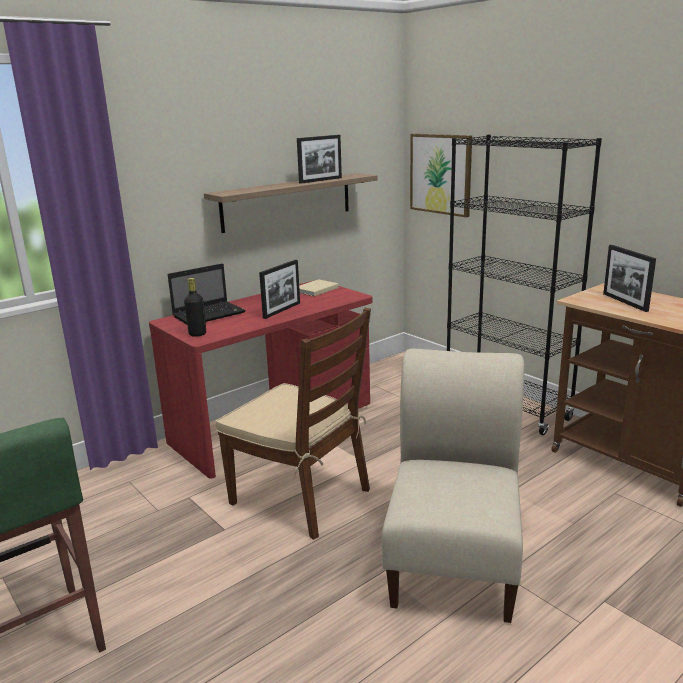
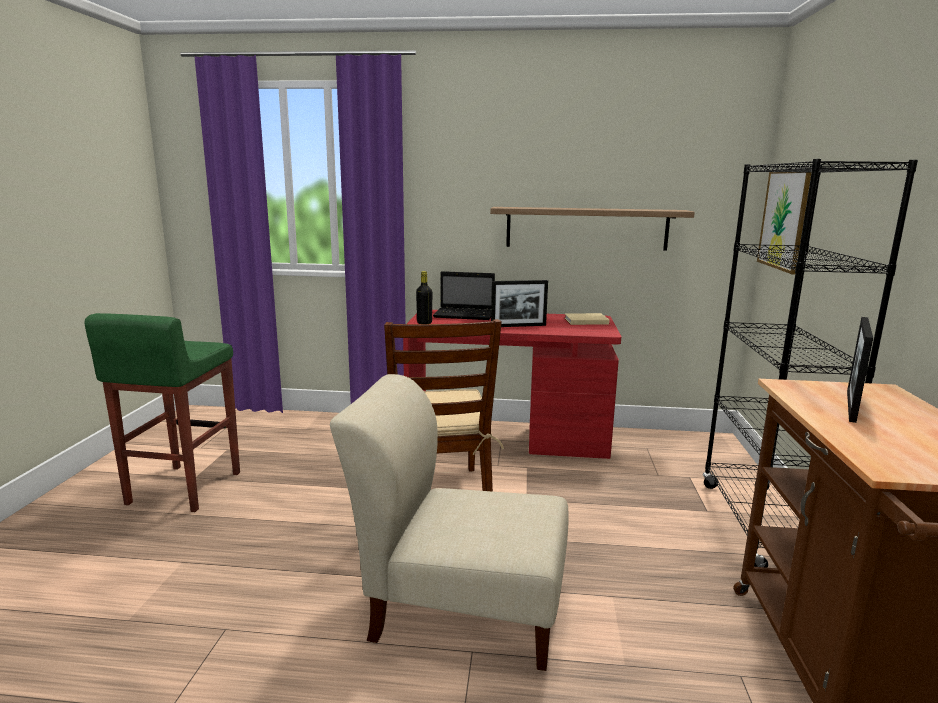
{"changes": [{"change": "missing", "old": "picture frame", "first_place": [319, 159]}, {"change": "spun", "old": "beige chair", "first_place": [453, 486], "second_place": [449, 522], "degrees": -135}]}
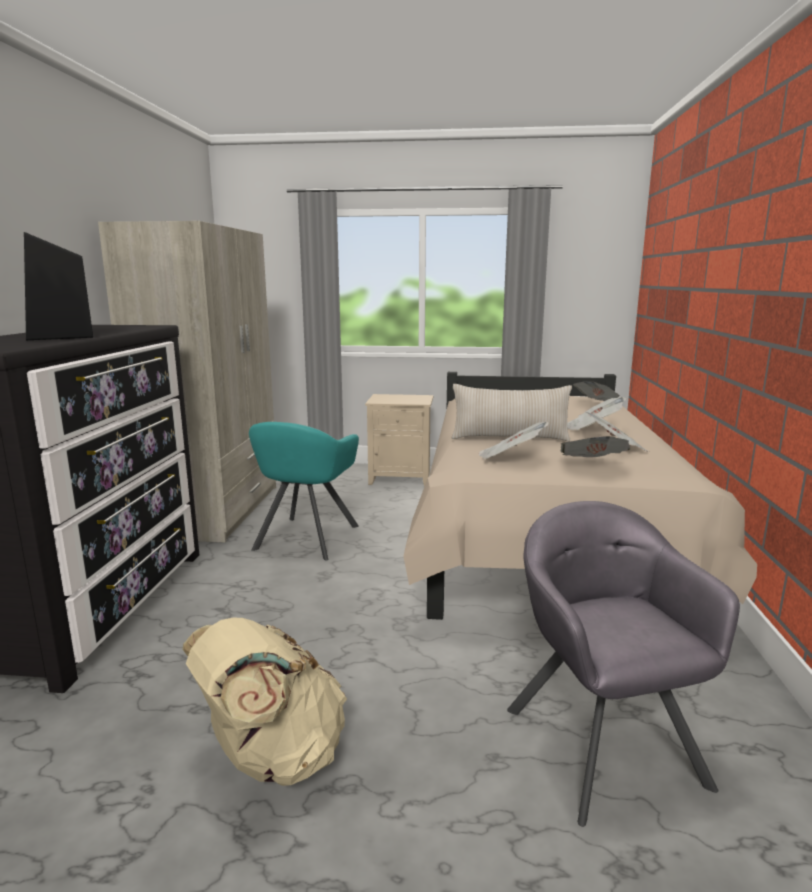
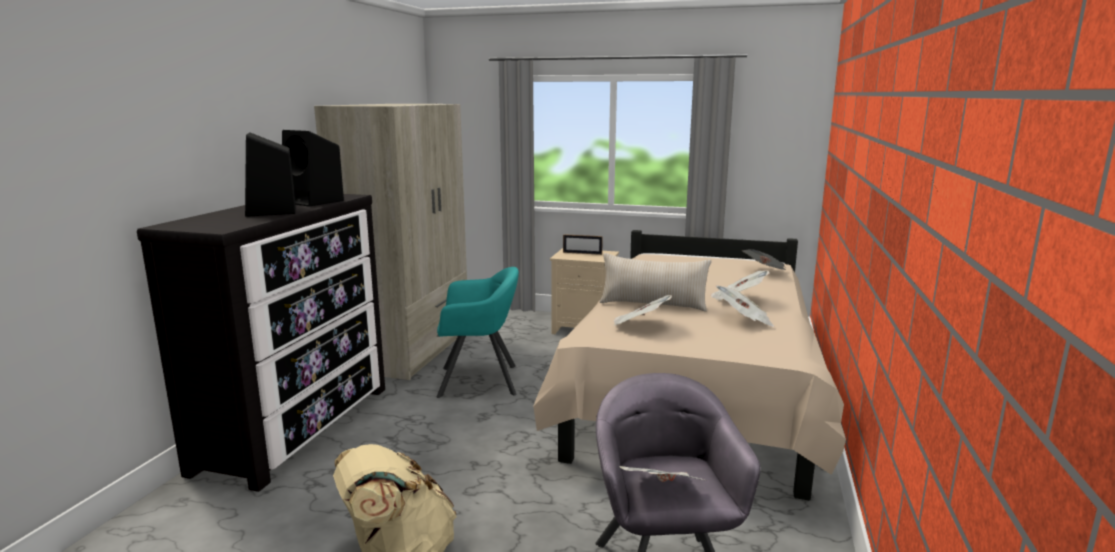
{"changes": [{"change": "appeared", "new": "black speaker", "second_place": [313, 168]}, {"change": "appeared", "new": "picture frame", "second_place": [583, 244]}, {"change": "relocated", "old": "newspaper", "first_place": [595, 446], "second_place": [663, 474]}, {"change": "spun", "old": "turquoise armchair", "first_place": [304, 491], "second_place": [477, 332], "degrees": -120}]}
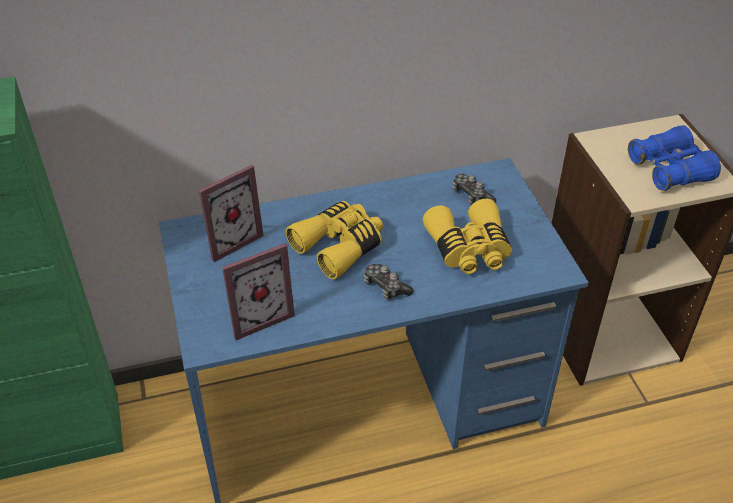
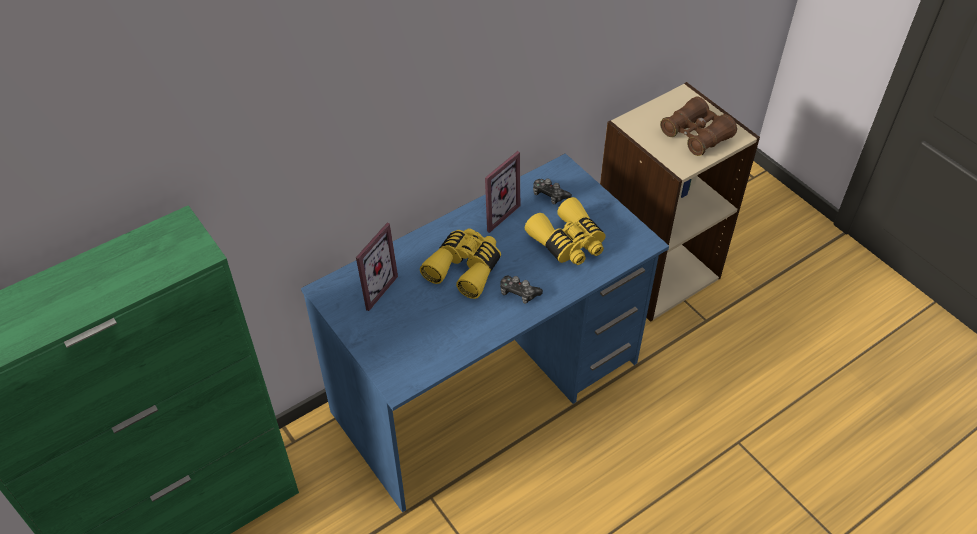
{"changes": [{"change": "relocated", "old": "picture frame", "first_place": [258, 291], "second_place": [501, 192]}, {"change": "colour", "old": "blue binoculars", "new": "brown binoculars", "first_place": [674, 158], "second_place": [698, 126]}]}
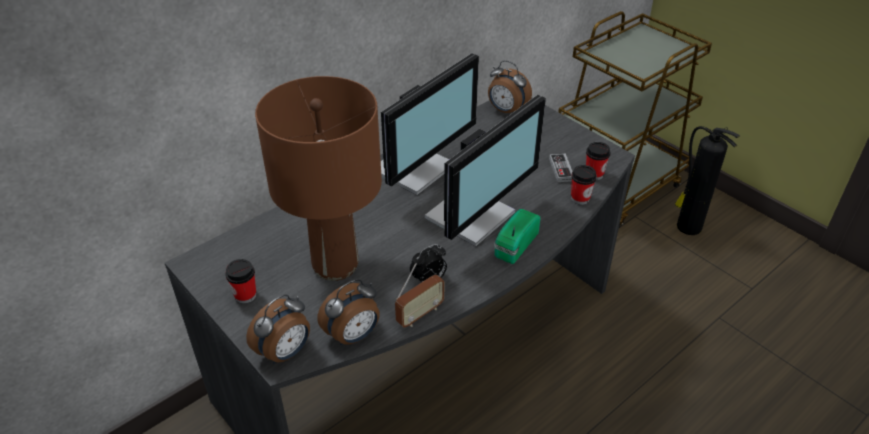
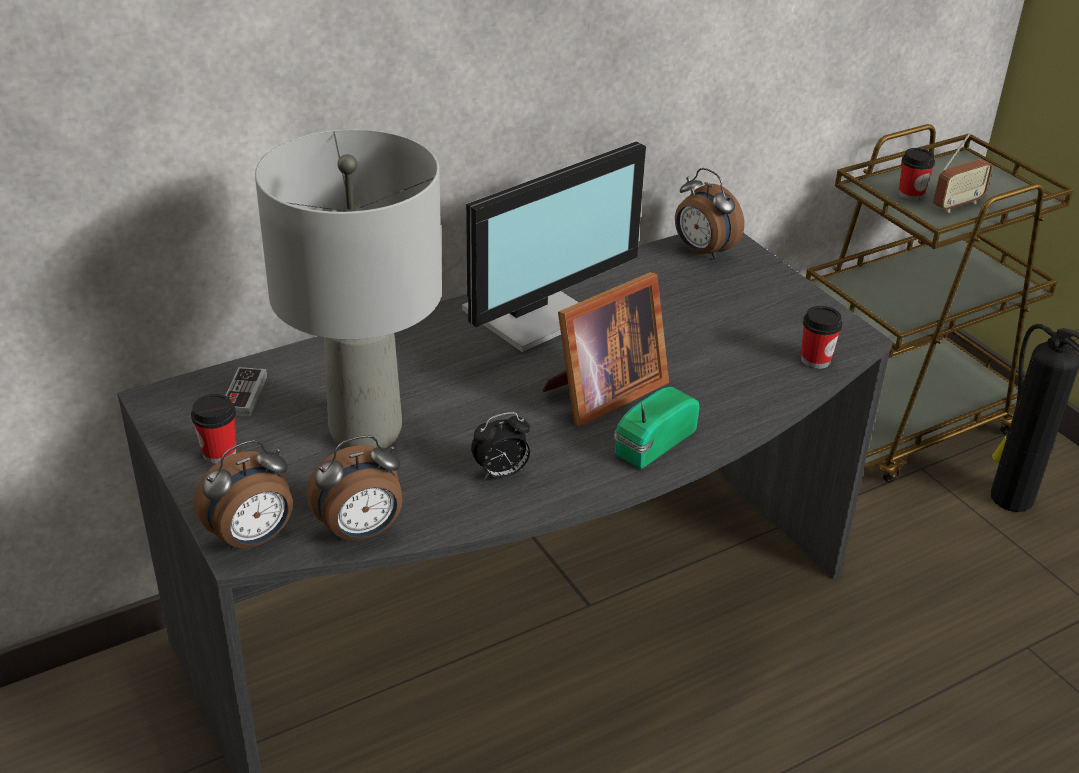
{"changes": [{"change": "relocated", "old": "radio", "first_place": [419, 295], "second_place": [963, 173]}, {"change": "relocated", "old": "game controller", "first_place": [561, 167], "second_place": [246, 391]}, {"change": "relocated", "old": "cup", "first_place": [584, 185], "second_place": [917, 174]}, {"change": "exchanged", "old": "monitor", "new": "picture frame", "first_place": [485, 170], "second_place": [606, 349]}, {"change": "colour", "old": "brown table lamp", "new": "grey table lamp", "first_place": [318, 178], "second_place": [348, 289]}]}
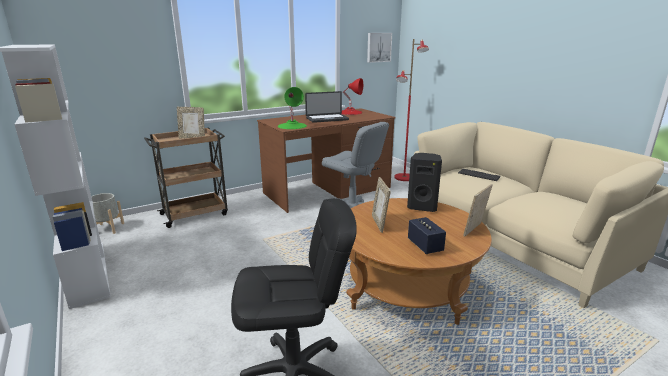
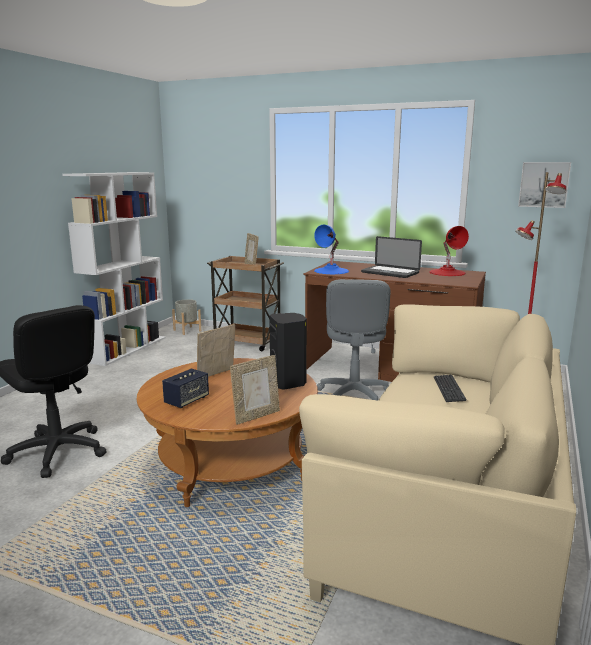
{"changes": [{"change": "colour", "old": "green table lamp", "new": "blue table lamp", "first_place": [292, 108], "second_place": [331, 249]}, {"change": "spun", "old": "picture frame", "first_place": [478, 210], "second_place": [255, 390], "degrees": 135}]}
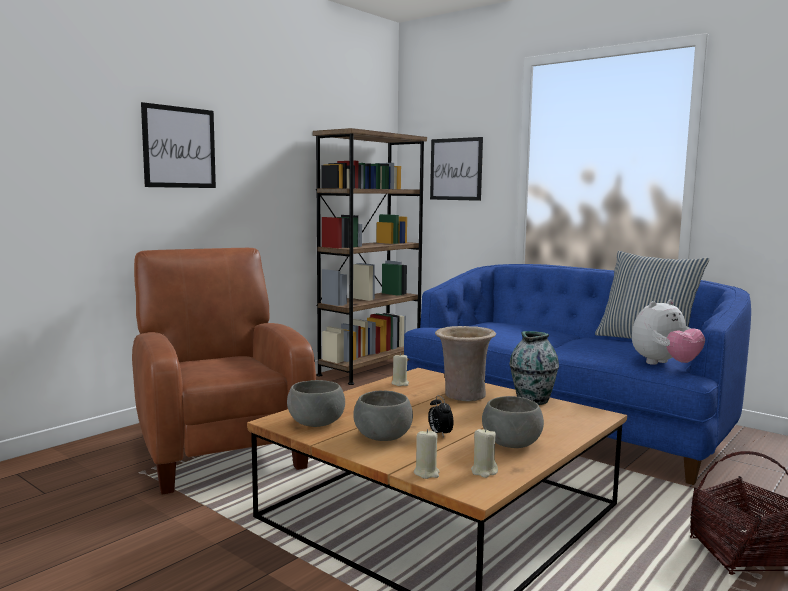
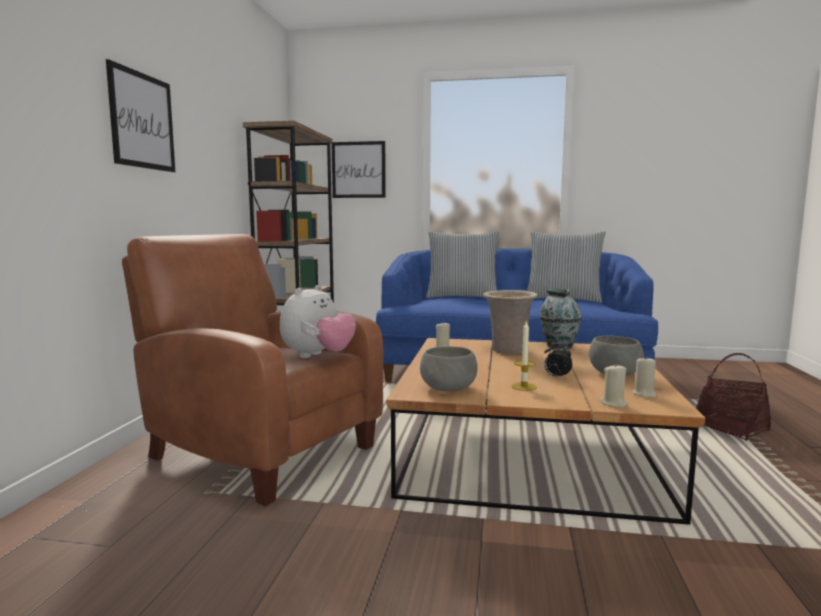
{"changes": [{"change": "appeared", "new": "pillow", "second_place": [462, 264]}, {"change": "relocated", "old": "plush toy", "first_place": [668, 332], "second_place": [318, 321]}, {"change": "exchanged", "old": "grey bowl", "new": "candle", "first_place": [383, 415], "second_place": [524, 355]}]}
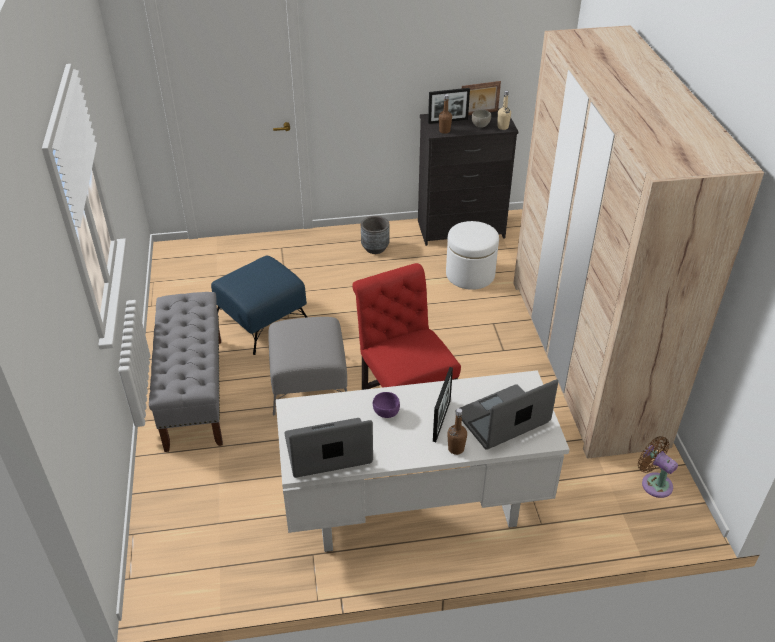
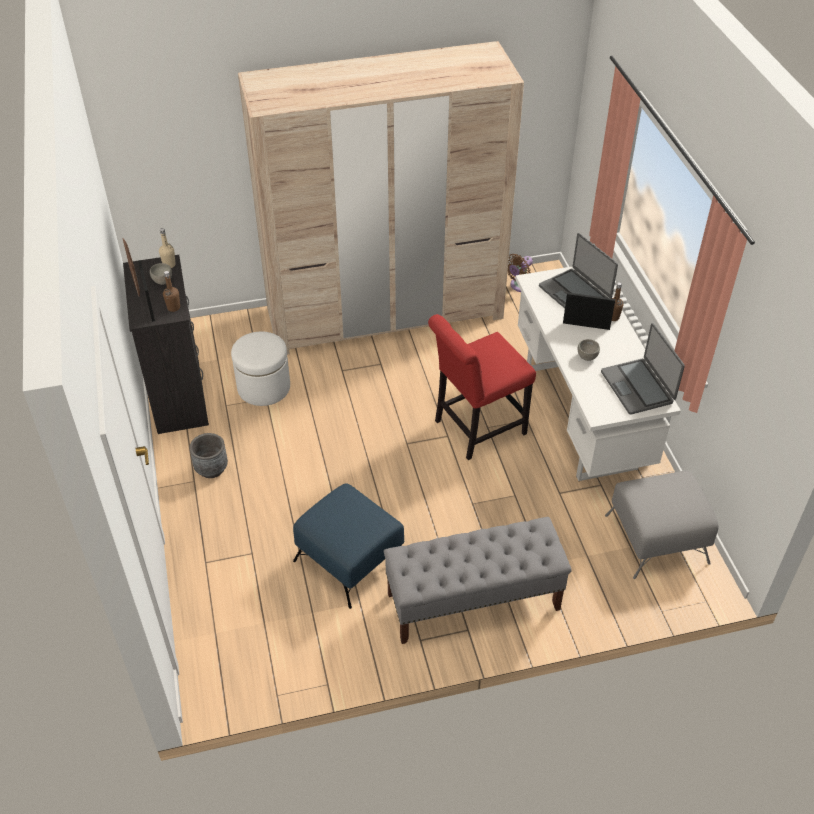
{"changes": [{"change": "relocated", "old": "grey ottoman", "first_place": [307, 366], "second_place": [662, 524]}, {"change": "colour", "old": "purple bowl", "new": "grey bowl", "first_place": [386, 405], "second_place": [588, 350]}]}
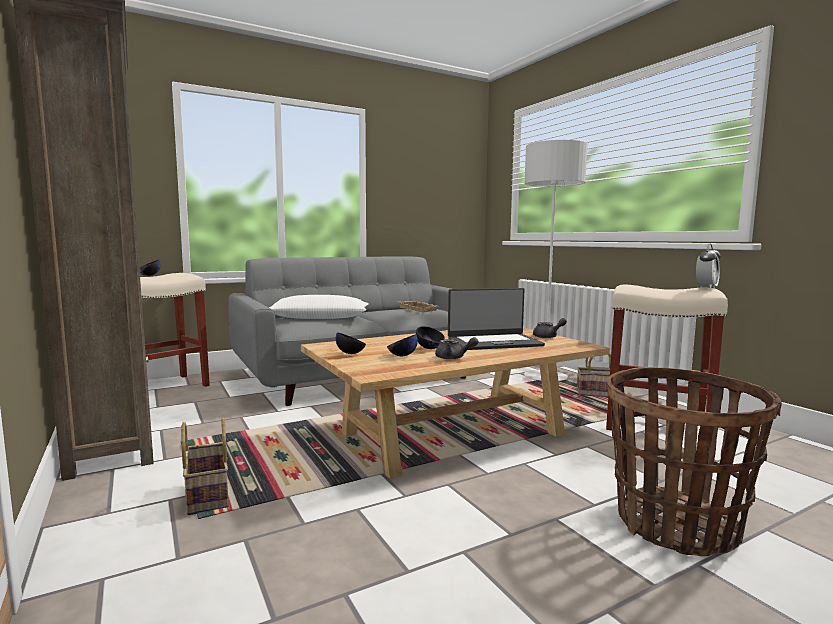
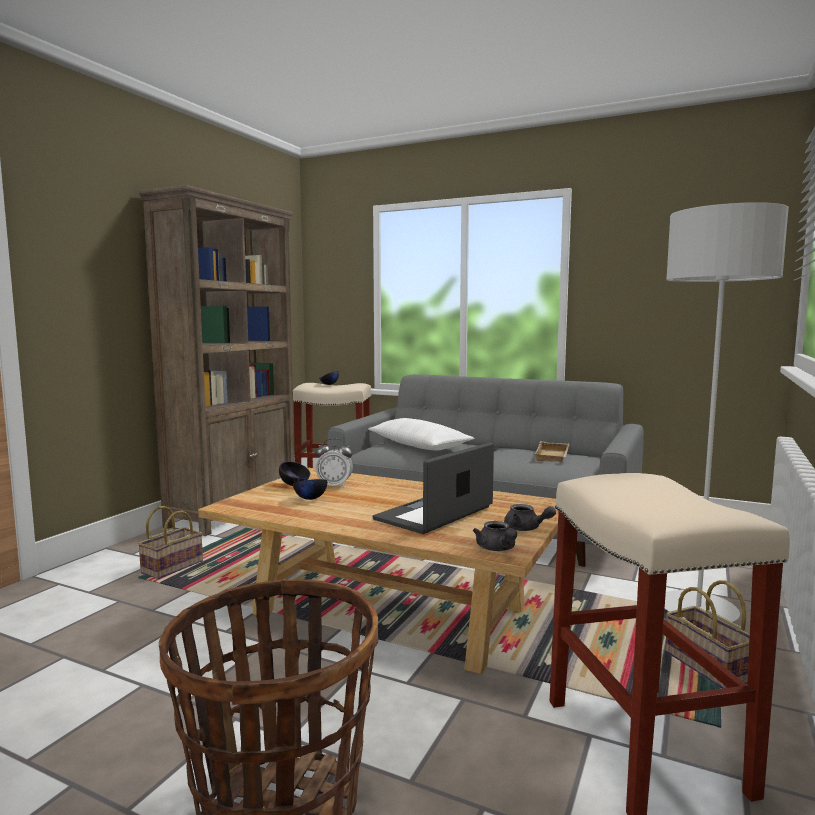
{"changes": [{"change": "missing", "old": "black bowl", "first_place": [430, 337]}, {"change": "relocated", "old": "grey teapot", "first_place": [457, 348], "second_place": [495, 536]}, {"change": "relocated", "old": "alarm clock", "first_place": [708, 267], "second_place": [334, 463]}, {"change": "spun", "old": "laptop", "first_place": [496, 319], "second_place": [433, 488], "degrees": 90}]}
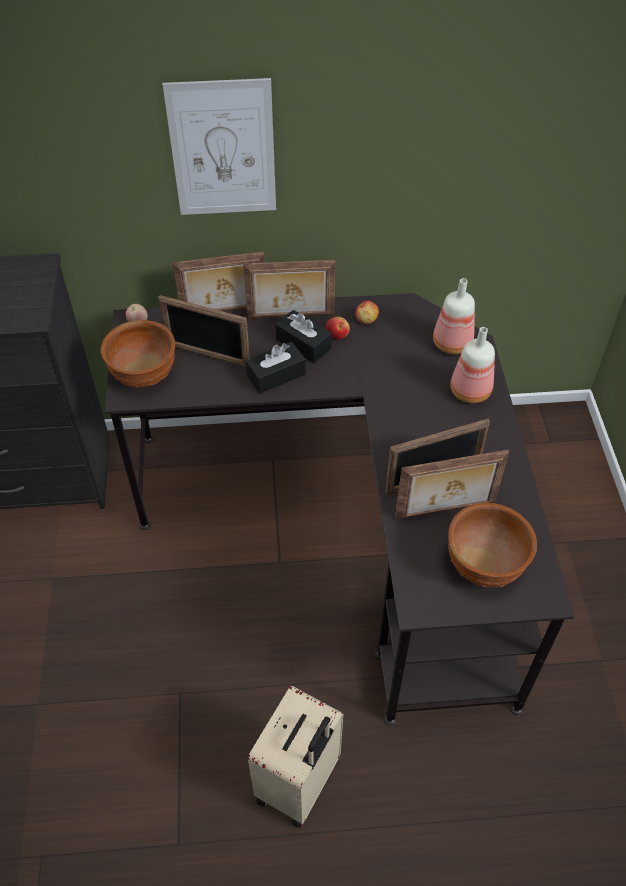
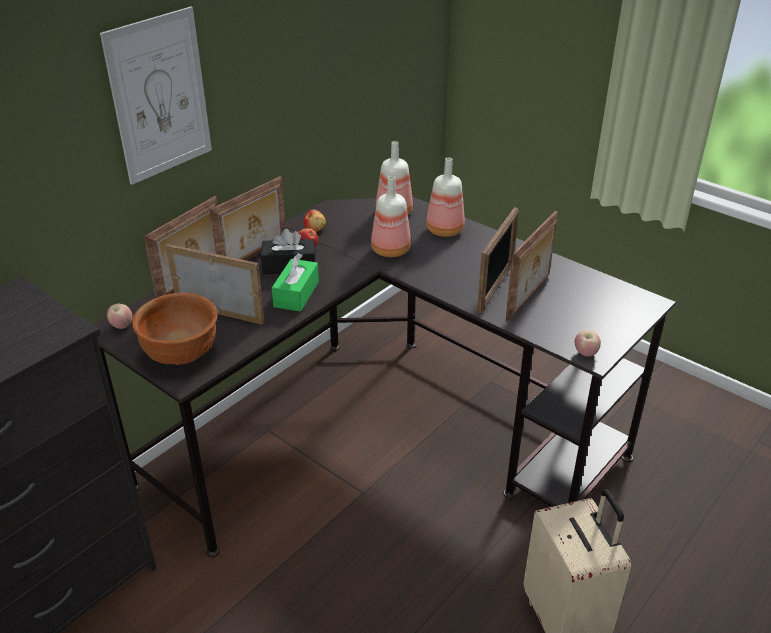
{"changes": [{"change": "missing", "old": "brown bowl", "first_place": [492, 545]}, {"change": "appeared", "new": "bottle", "second_place": [391, 216]}, {"change": "appeared", "new": "apple", "second_place": [588, 343]}, {"change": "colour", "old": "black tissue box", "new": "green tissue box", "first_place": [276, 368], "second_place": [295, 282]}, {"change": "spun", "old": "picture frame", "first_place": [204, 331], "second_place": [215, 284], "degrees": -135}]}
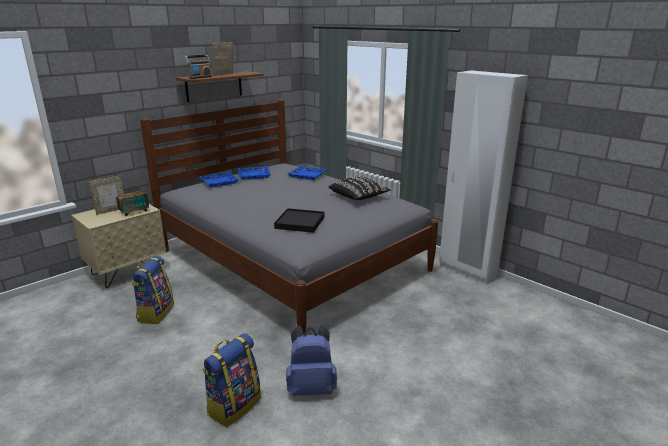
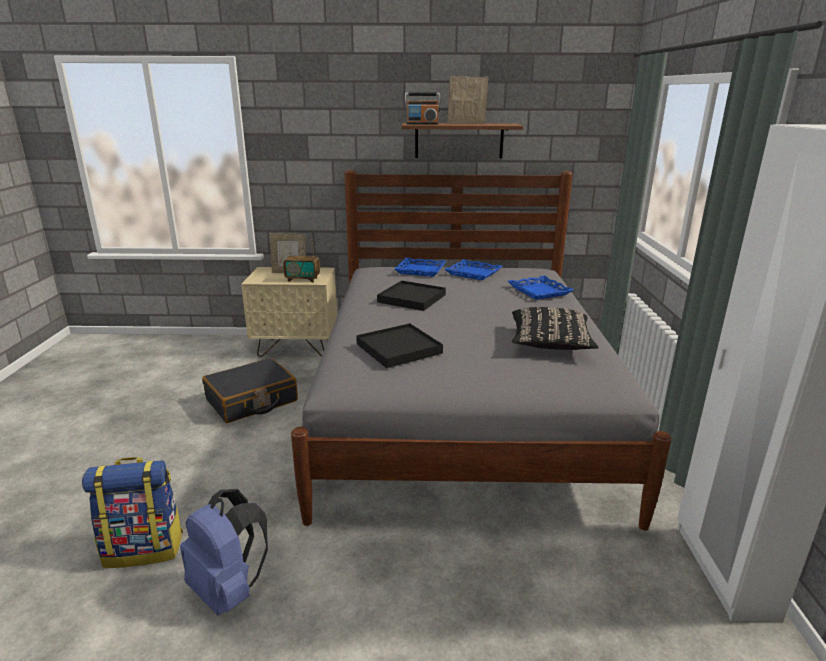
{"changes": [{"change": "appeared", "new": "black tray", "second_place": [411, 296]}, {"change": "exchanged", "old": "backpack", "new": "black suitcase", "first_place": [153, 290], "second_place": [250, 390]}]}
